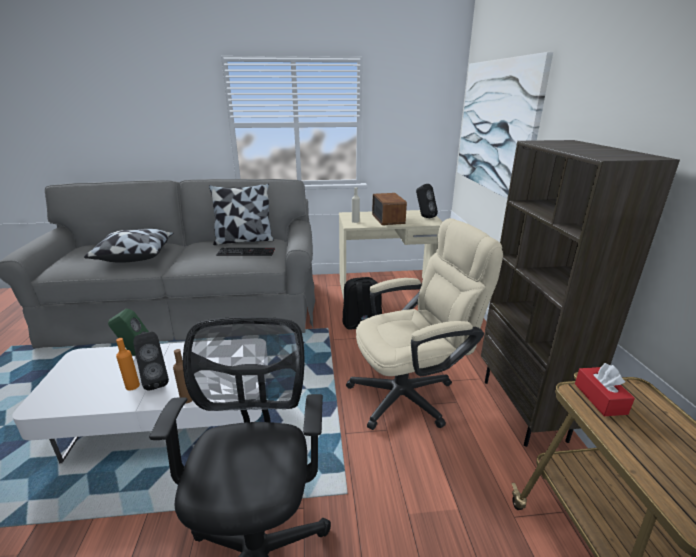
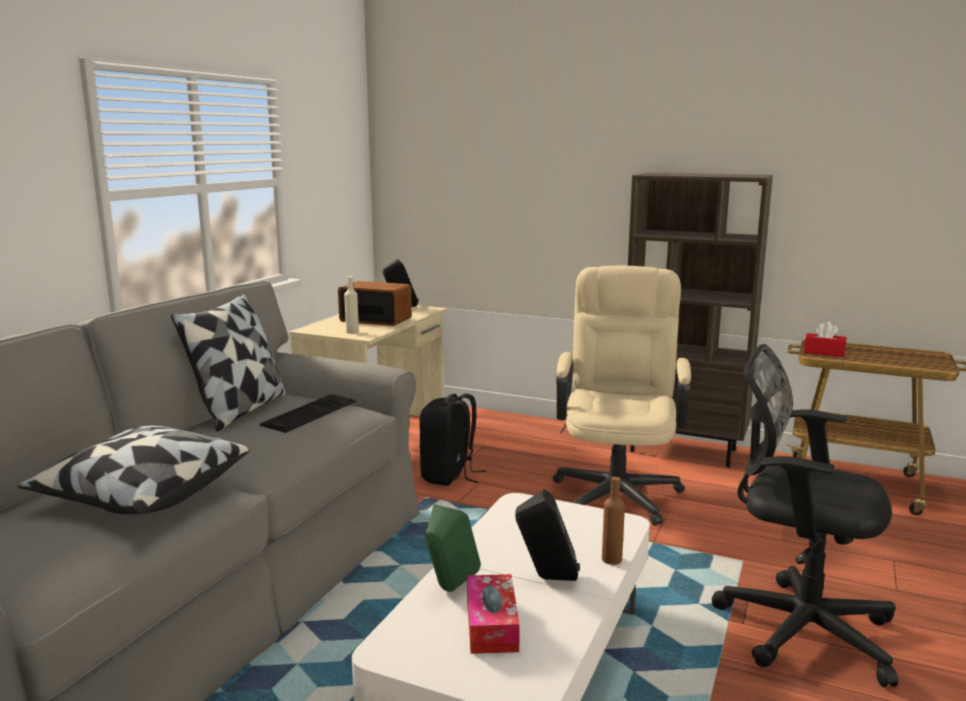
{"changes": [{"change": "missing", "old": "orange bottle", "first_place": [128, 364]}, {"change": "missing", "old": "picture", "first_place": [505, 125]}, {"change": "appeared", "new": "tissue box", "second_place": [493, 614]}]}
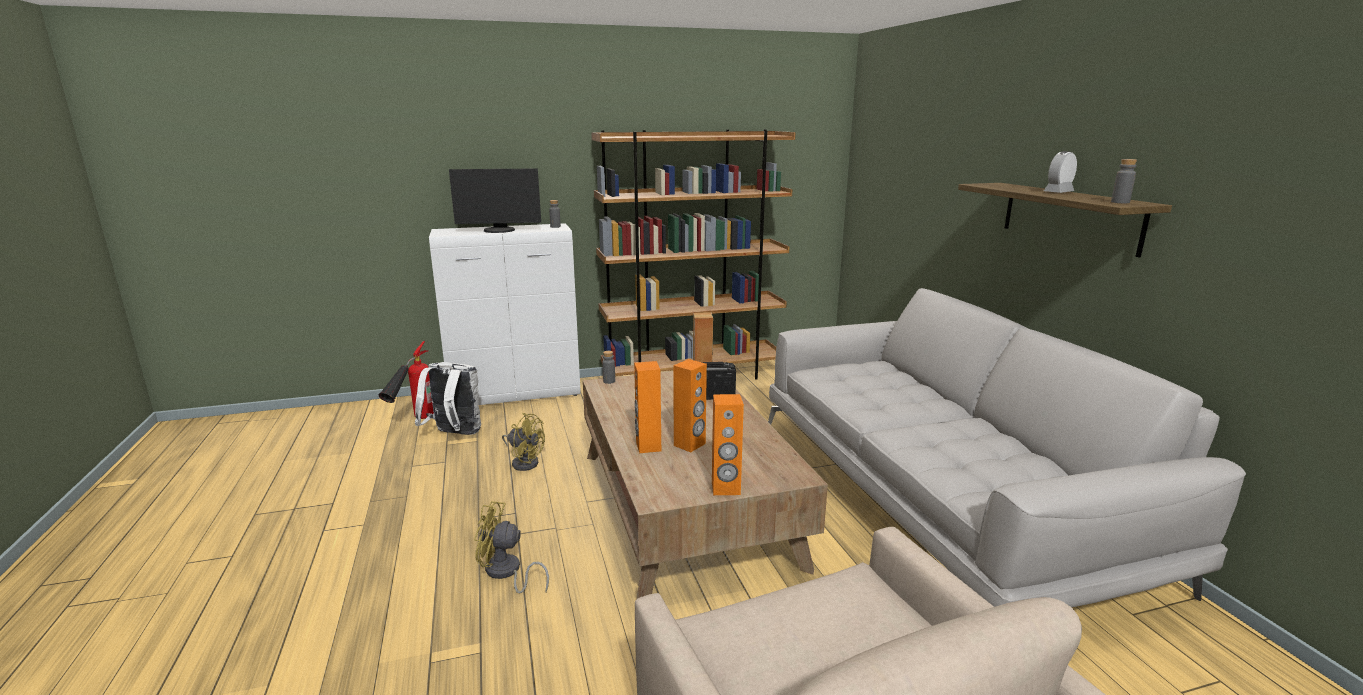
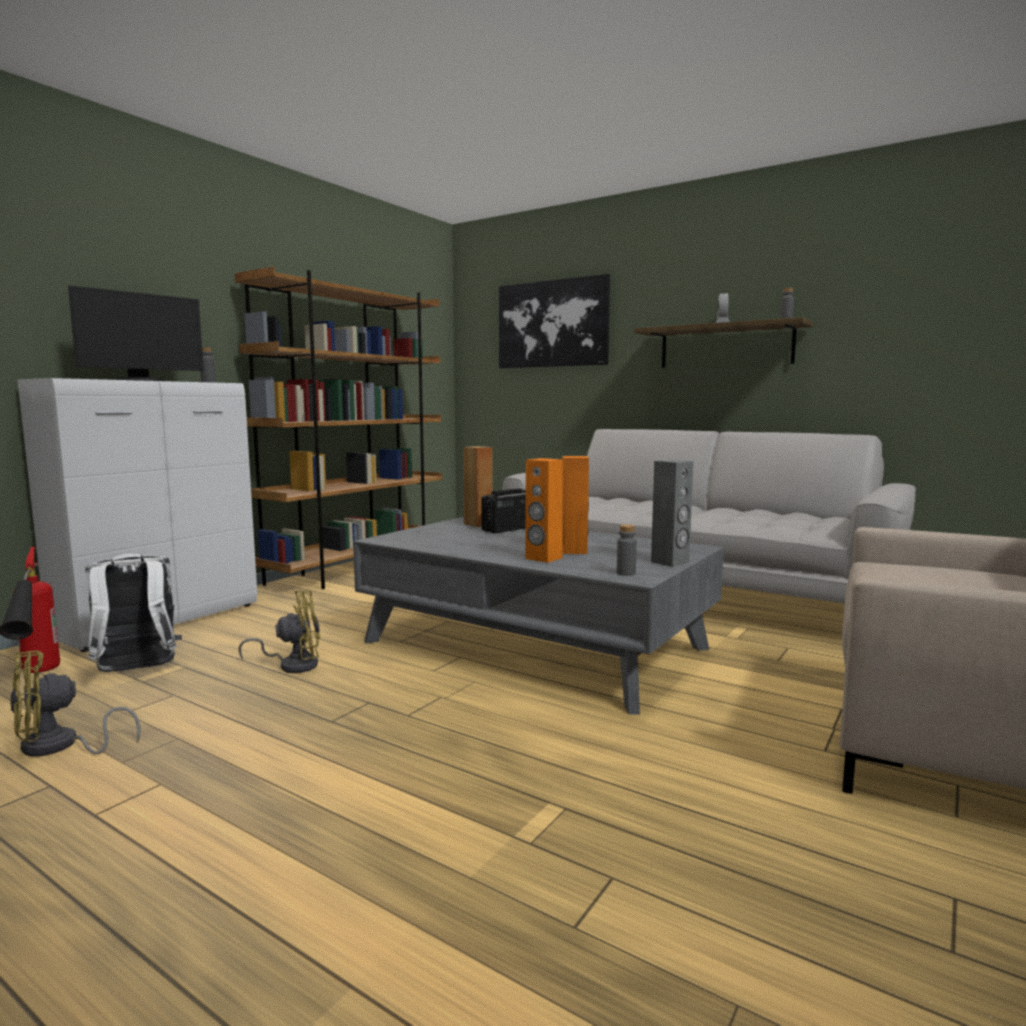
{"changes": [{"change": "appeared", "new": "picture", "second_place": [554, 321]}, {"change": "relocated", "old": "yellow fan", "first_place": [511, 547], "second_place": [75, 704]}, {"change": "relocated", "old": "grey bottle", "first_place": [608, 367], "second_place": [627, 550]}, {"change": "colour", "old": "brown coffee table", "new": "grey coffee table", "first_place": [705, 485], "second_place": [538, 616]}, {"change": "colour", "old": "orange speaker", "new": "grey speaker", "first_place": [728, 444], "second_place": [672, 513]}]}
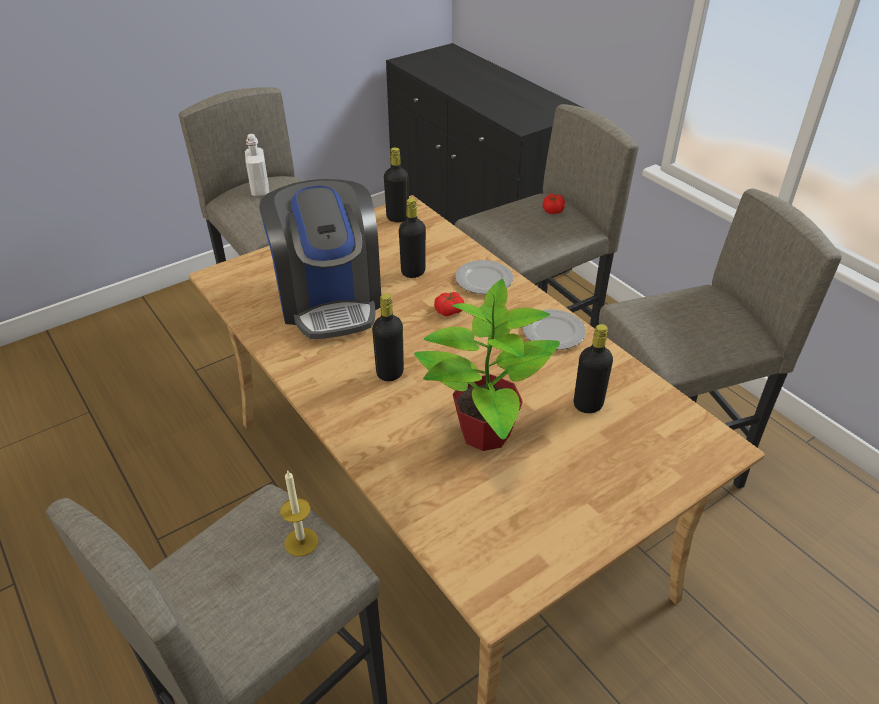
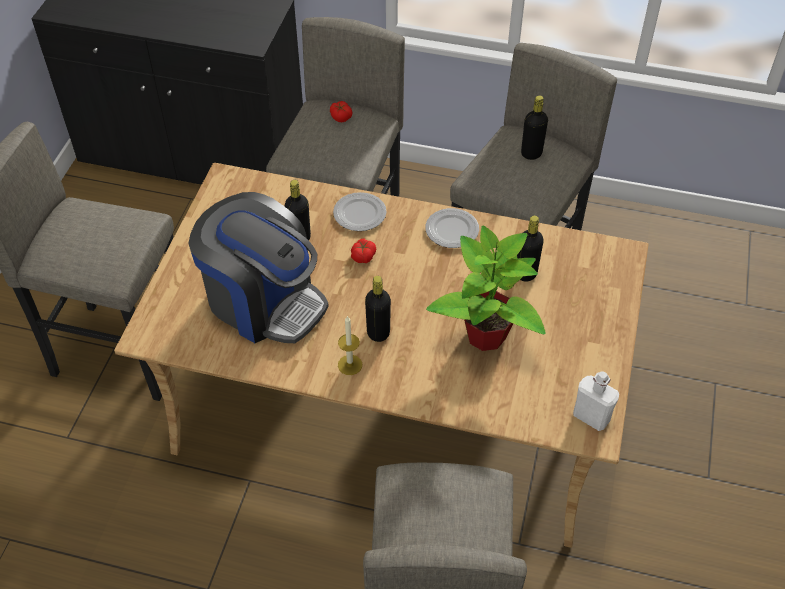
{"changes": [{"change": "relocated", "old": "white bottle", "first_place": [257, 165], "second_place": [596, 401]}, {"change": "relocated", "old": "candle", "first_place": [299, 513], "second_place": [350, 345]}, {"change": "relocated", "old": "black bottle", "first_place": [396, 184], "second_place": [534, 127]}]}
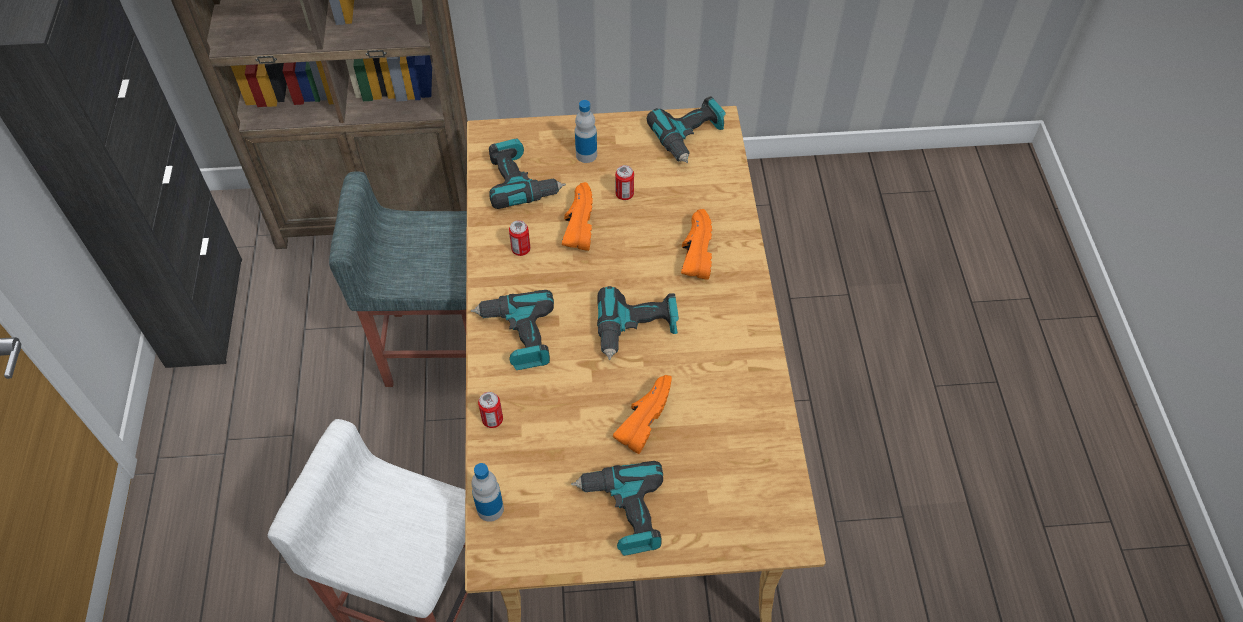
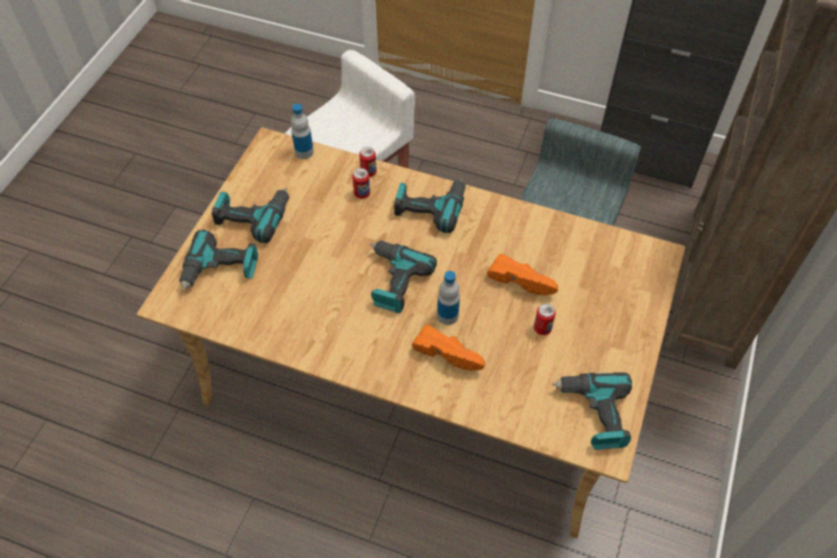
{"changes": [{"change": "missing", "old": "orange shoe", "first_place": [642, 414]}, {"change": "relocated", "old": "power drill", "first_place": [527, 174], "second_place": [218, 260]}, {"change": "relocated", "old": "can", "first_place": [519, 238], "second_place": [361, 183]}, {"change": "relocated", "old": "bottle", "first_place": [586, 131], "second_place": [448, 298]}]}
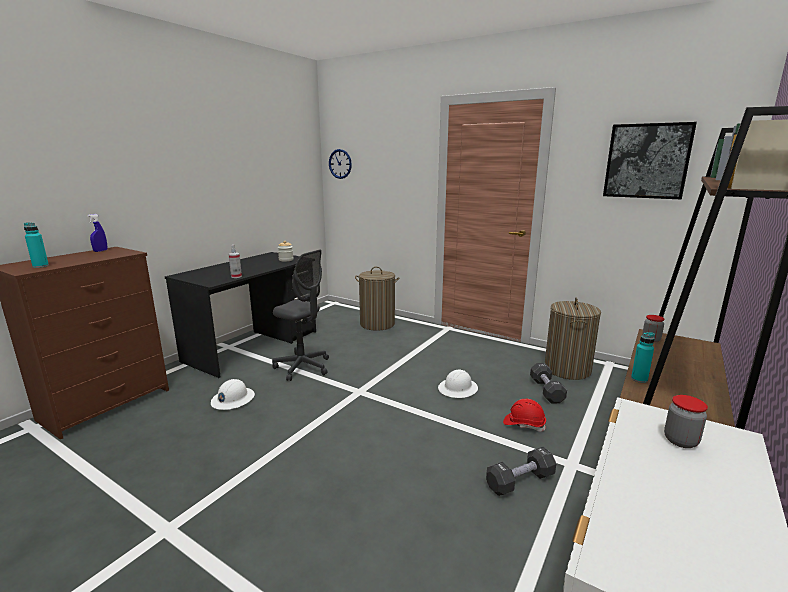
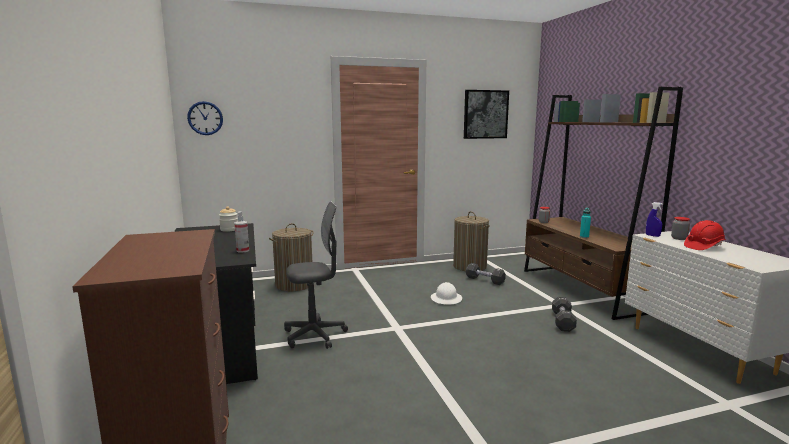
{"changes": [{"change": "missing", "old": "turquoise bottle", "first_place": [36, 245]}, {"change": "missing", "old": "white hard hat", "first_place": [233, 394]}, {"change": "relocated", "old": "blue spray bottle", "first_place": [97, 233], "second_place": [654, 219]}, {"change": "relocated", "old": "red hard hat", "first_place": [524, 415], "second_place": [705, 235]}]}
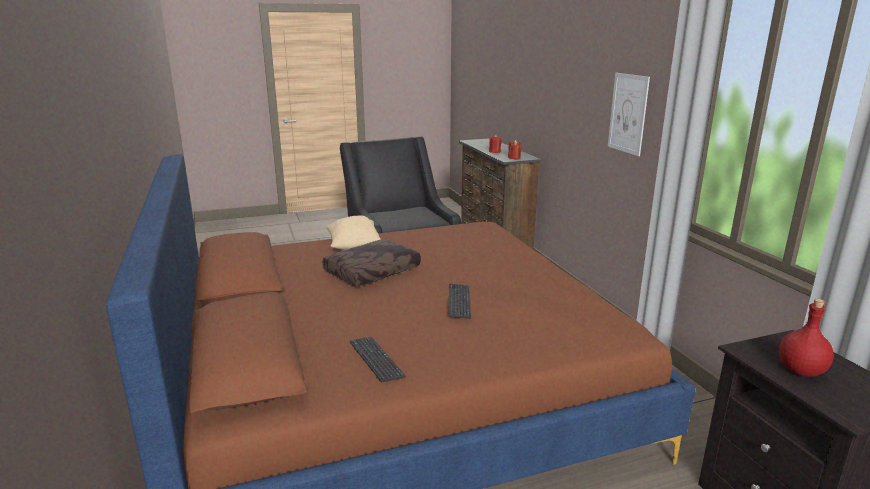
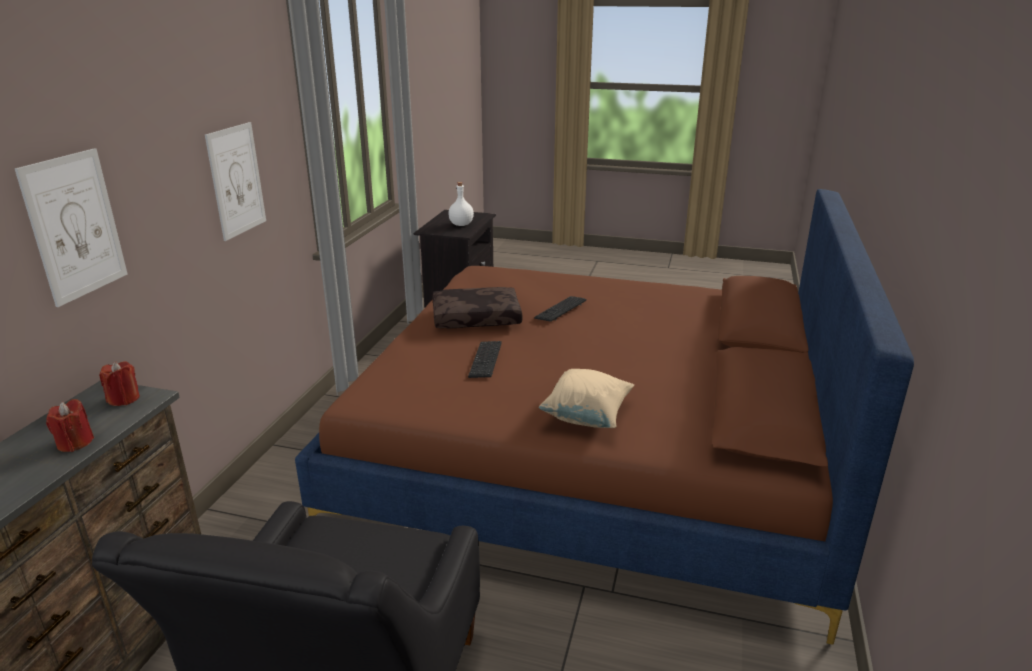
{"changes": [{"change": "appeared", "new": "picture", "second_place": [71, 227]}, {"change": "relocated", "old": "brown pillow", "first_place": [371, 263], "second_place": [478, 307]}, {"change": "relocated", "old": "keyboard", "first_place": [378, 360], "second_place": [485, 359]}, {"change": "colour", "old": "red bottle", "new": "white bottle", "first_place": [806, 338], "second_place": [461, 204]}]}
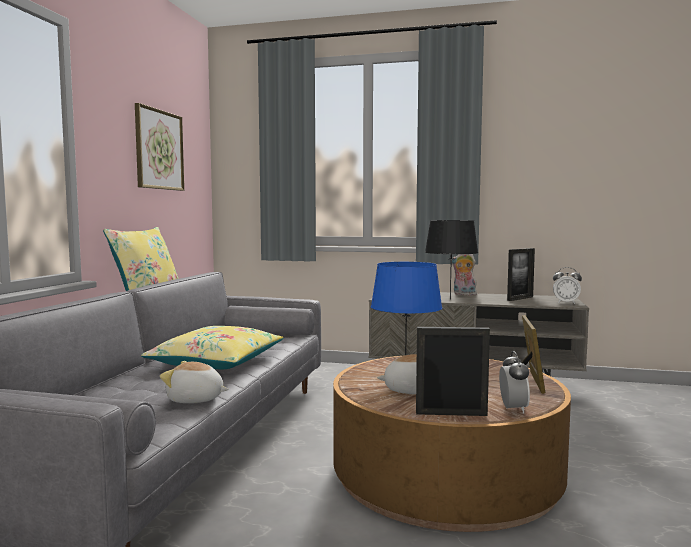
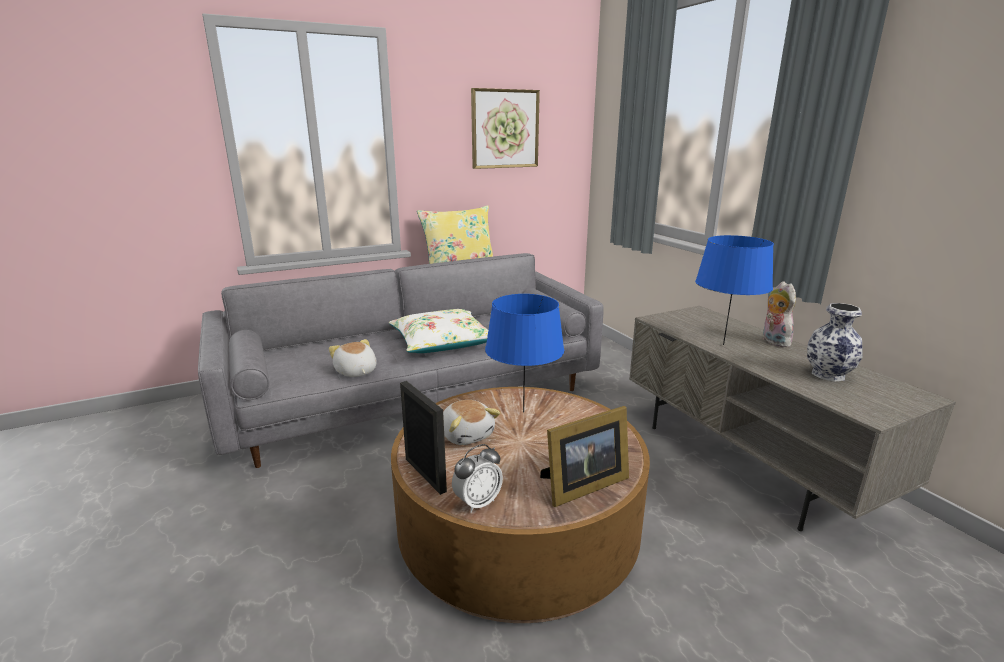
{"changes": [{"change": "missing", "old": "alarm clock", "first_place": [567, 285]}, {"change": "exchanged", "old": "picture frame", "new": "vase", "first_place": [521, 274], "second_place": [835, 342]}, {"change": "colour", "old": "yellow pillow", "new": "white pillow", "first_place": [212, 347], "second_place": [438, 331]}, {"change": "colour", "old": "black table lamp", "new": "blue table lamp", "first_place": [451, 260], "second_place": [734, 290]}]}
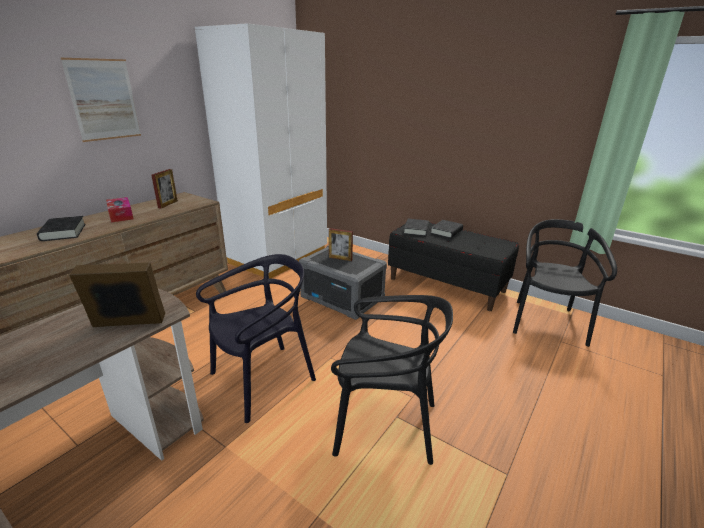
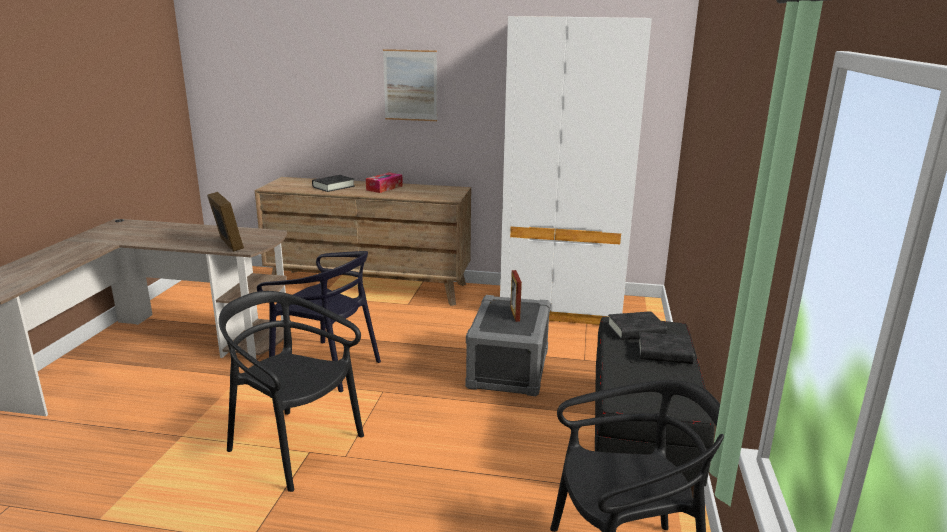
{"changes": [{"change": "missing", "old": "picture frame", "first_place": [164, 189]}, {"change": "spun", "old": "black chair", "first_place": [392, 380], "second_place": [291, 391], "degrees": 135}]}
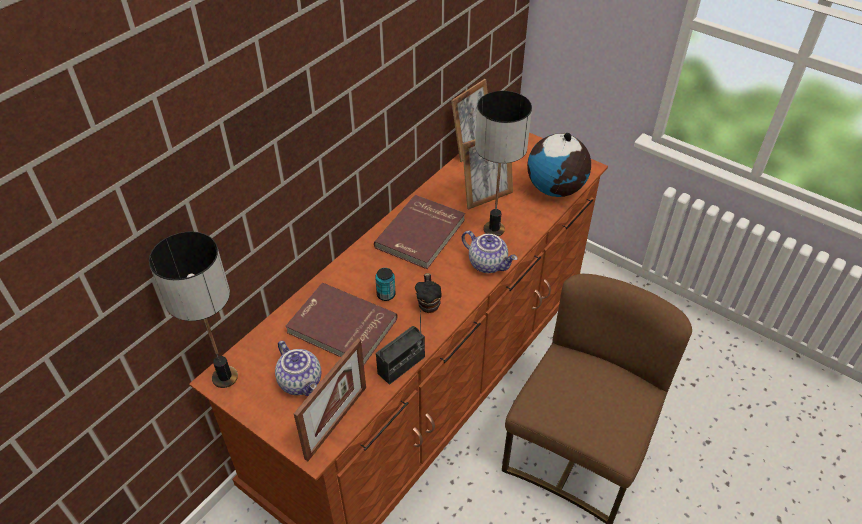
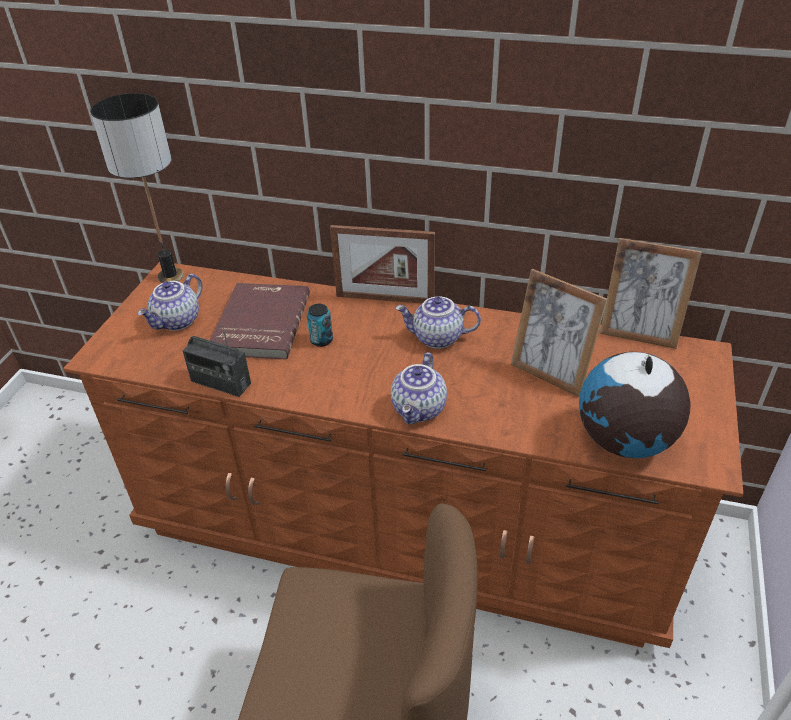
{"changes": [{"change": "missing", "old": "mug", "first_place": [428, 293]}, {"change": "missing", "old": "table lamp", "first_place": [503, 163]}, {"change": "relocated", "old": "picture frame", "first_place": [330, 399], "second_place": [382, 264]}, {"change": "exchanged", "old": "red book", "new": "teapot", "first_place": [419, 232], "second_place": [438, 322]}]}
